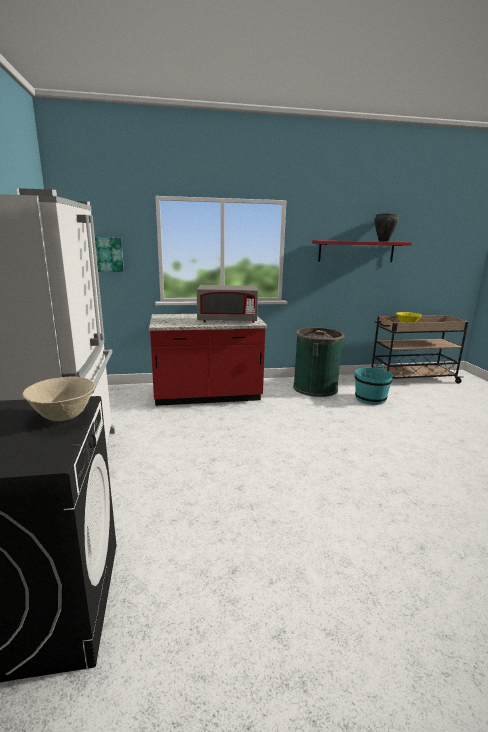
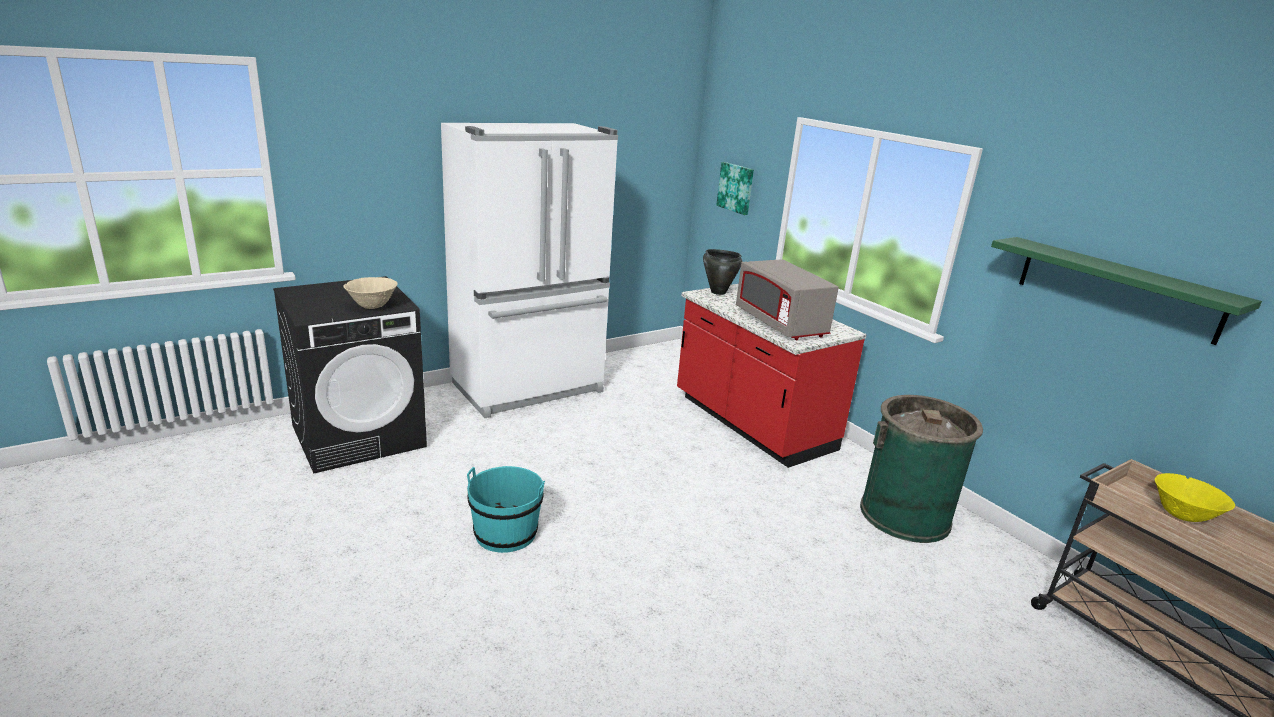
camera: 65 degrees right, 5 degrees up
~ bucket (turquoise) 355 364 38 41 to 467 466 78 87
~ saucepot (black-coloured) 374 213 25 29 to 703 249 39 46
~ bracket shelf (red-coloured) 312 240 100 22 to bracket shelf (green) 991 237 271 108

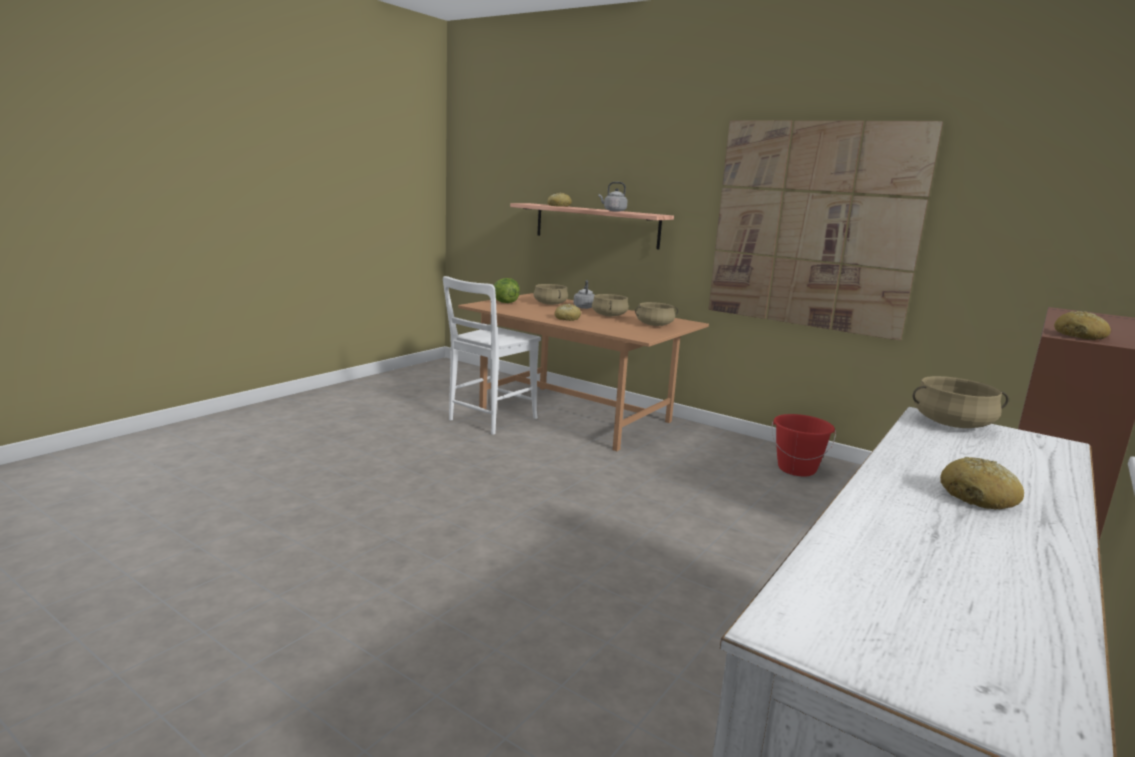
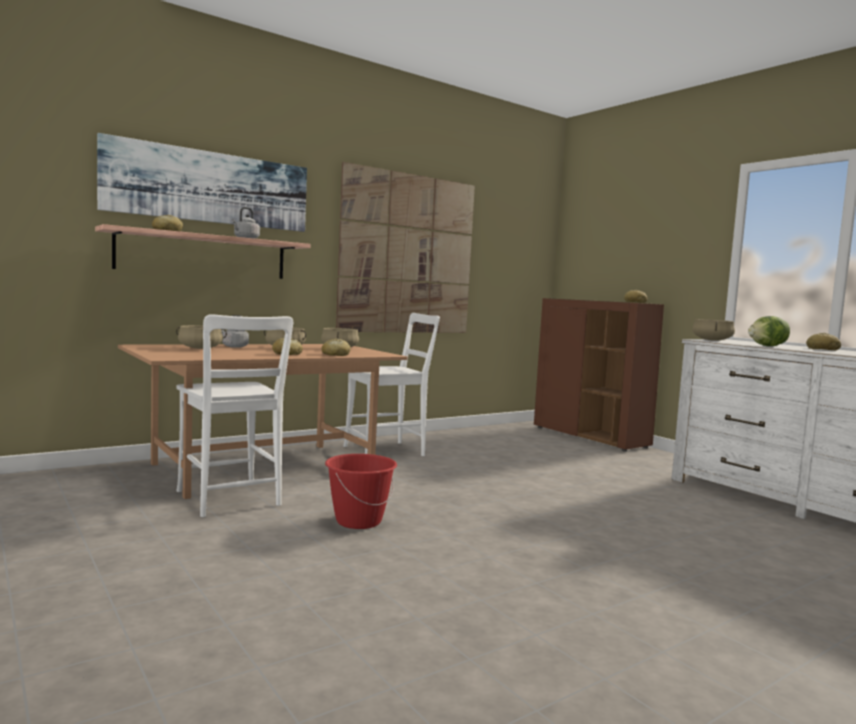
camera: 70 degrees left, 10 degrees down
+ wall art 97 133 210 99
+ baked bread 321 338 30 18
+ chair (white) 343 313 97 143
~ lettuce head 494 278 26 25 to 748 316 42 30
~ bucket (red-coloured) 772 414 64 62 to 325 454 72 75

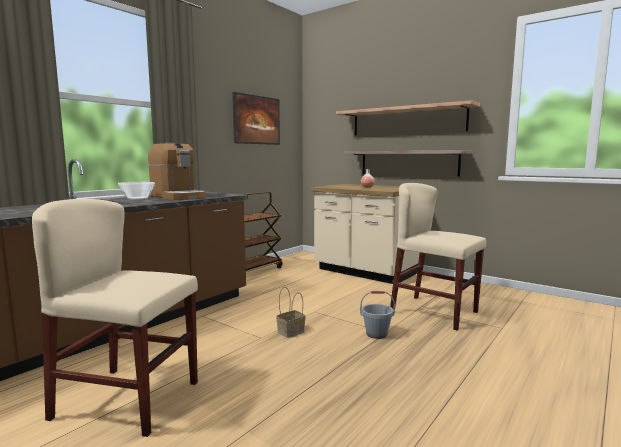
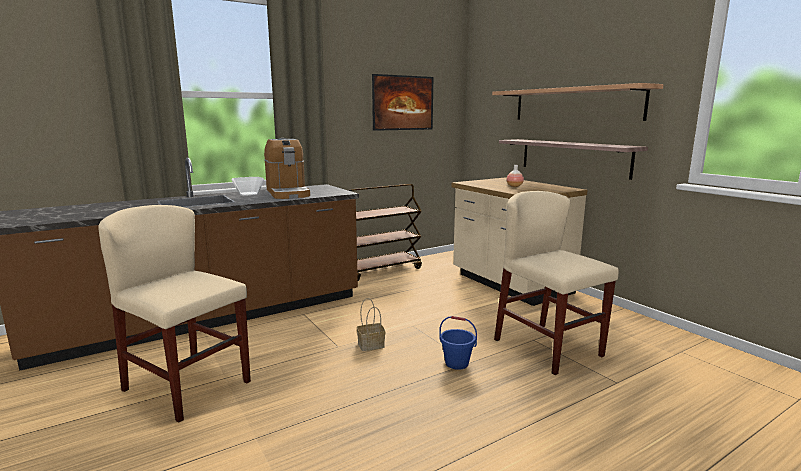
camera: 20 degrees right, 5 degrees up
~ bucket (gray) 360 291 35 48 to bucket (bluish) 439 316 38 54

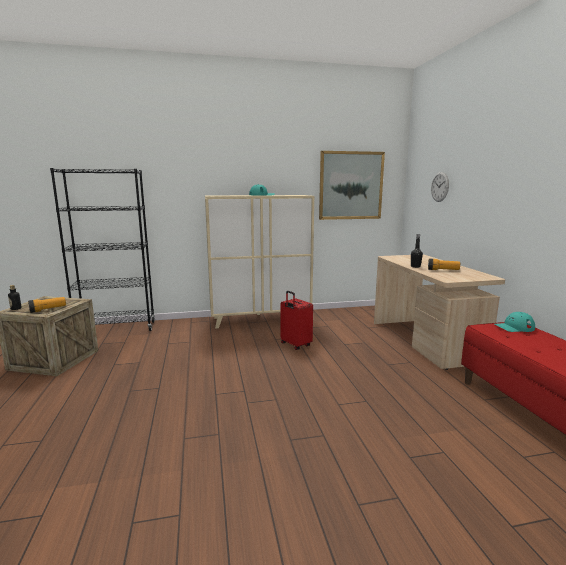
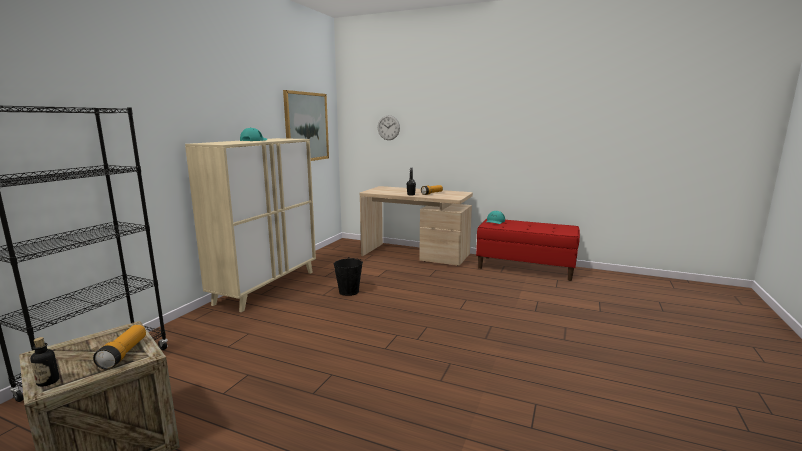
camera: 55 degrees left, 0 degrees up
~ travel case (red-coloured) 281 291 32 59 to bucket (black-coloured) 334 258 29 38

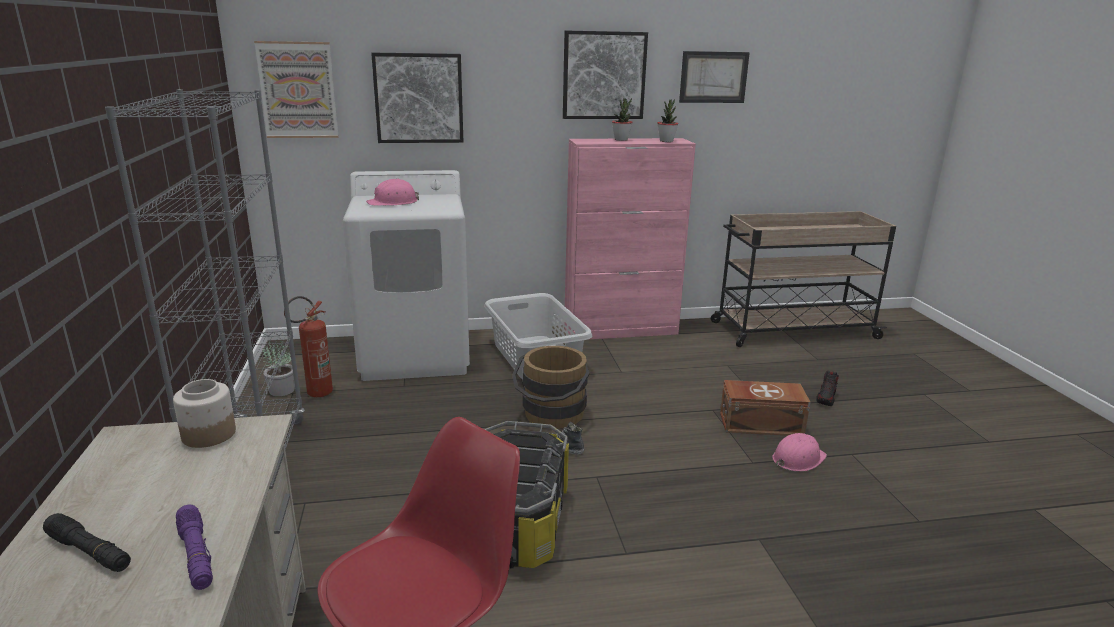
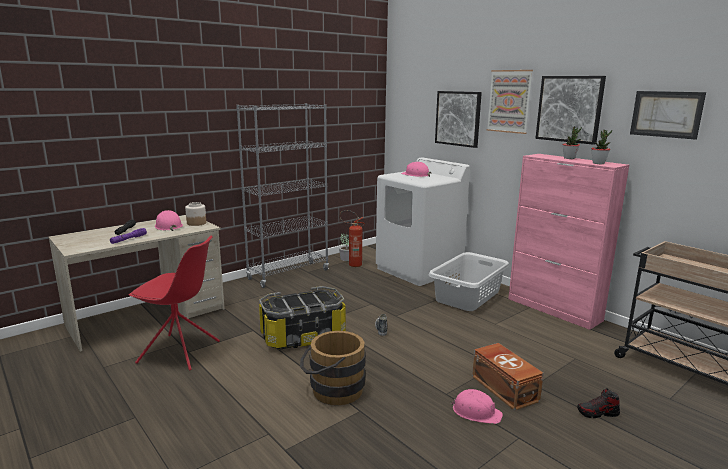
camera: 60 degrees right, 5 degrees down
+ work helmet (pinkish) 155 210 28 21
~ wall art 254 41 85 97 to 487 70 46 64
~ bucket (brown) 512 346 78 83 to 300 331 66 74

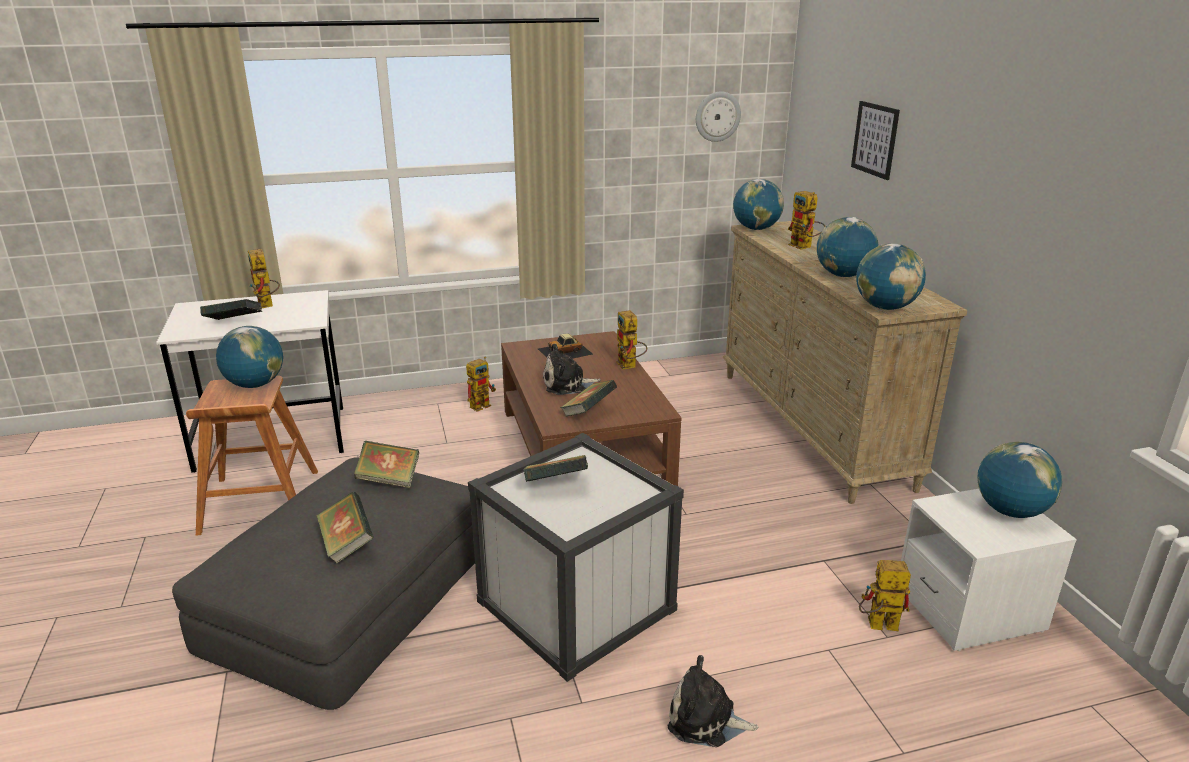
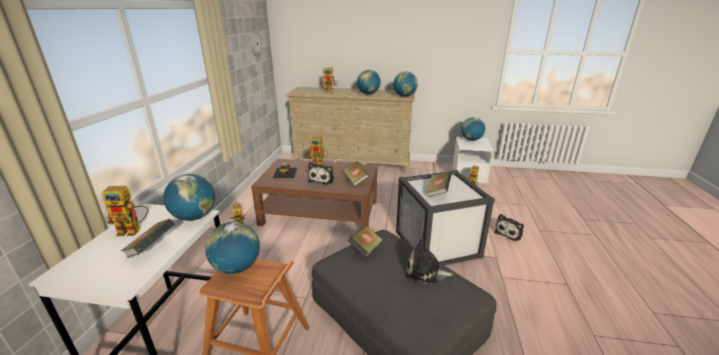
camera: 65 degrees left, 0 degrees up
- wall art 851 101 49 79
~ desk globe 733 179 51 51 to 163 174 52 47
~ volume 317 492 57 72 to cuddly toy 406 239 48 45

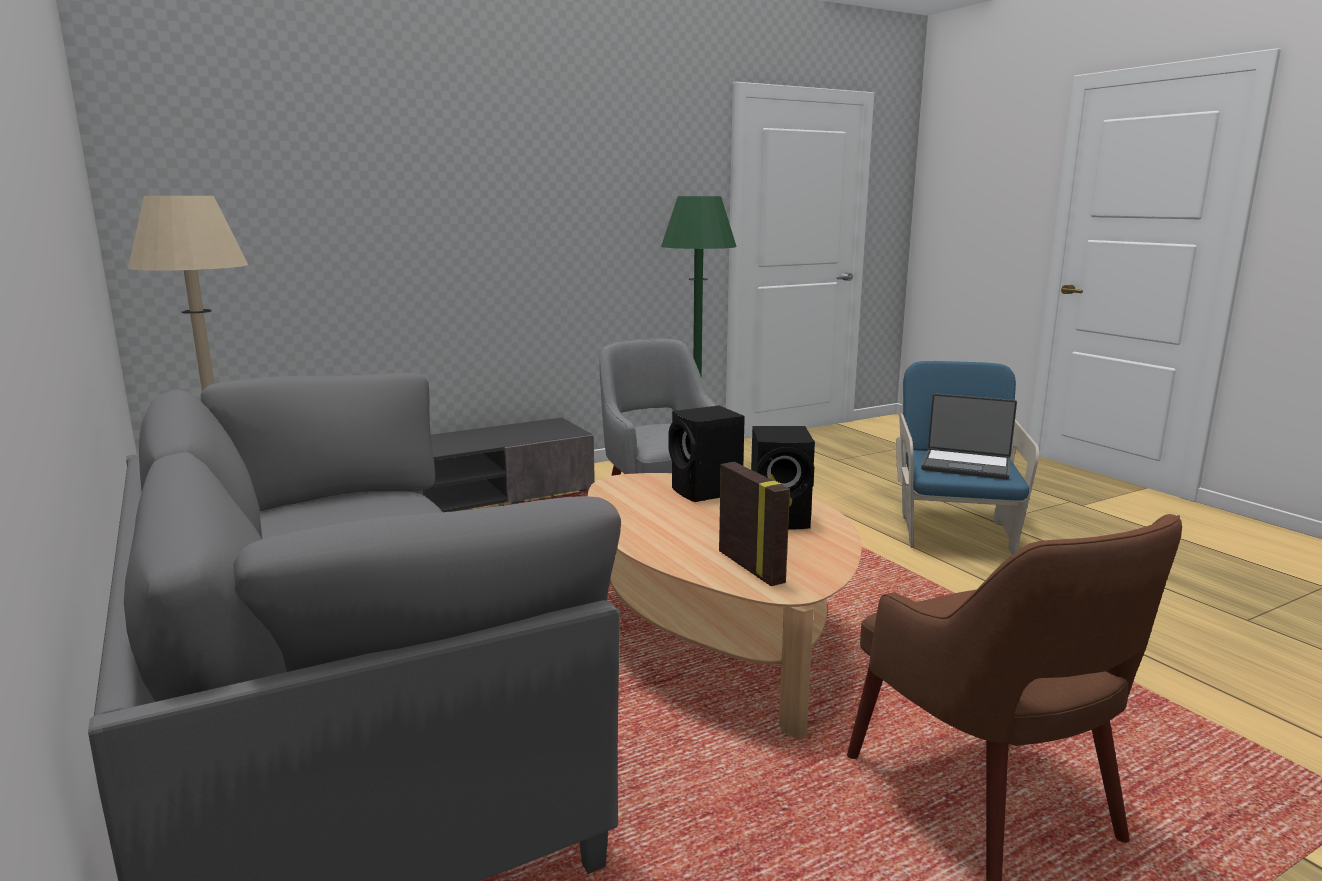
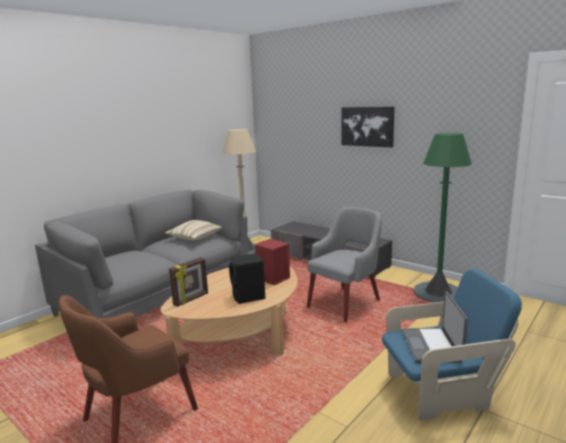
camera: 70 degrees right, 0 degrees up
+ pillow (beige-coloured) 165 220 57 20
+ wall art 341 107 54 41
~ audio speaker (black-coloured) 668 406 77 96 to audio speaker (red-coloured) 254 239 36 46

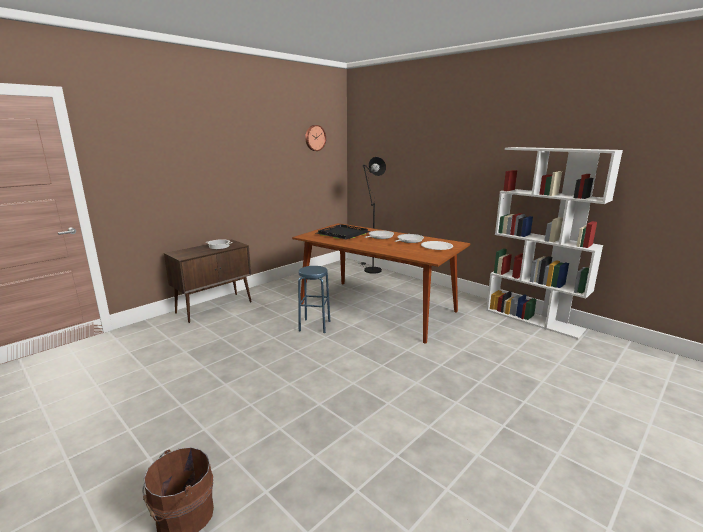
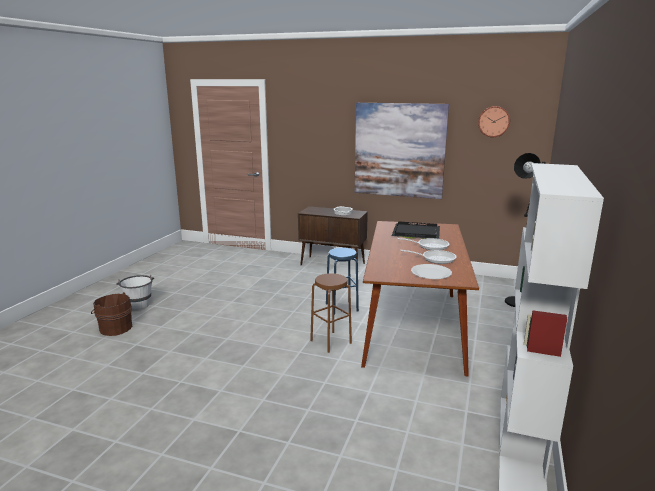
camera: 65 degrees right, 0 degrees up
+ bucket (white) 116 275 38 35
+ stool seat (brown) 310 273 42 80
+ wall art 355 103 94 96

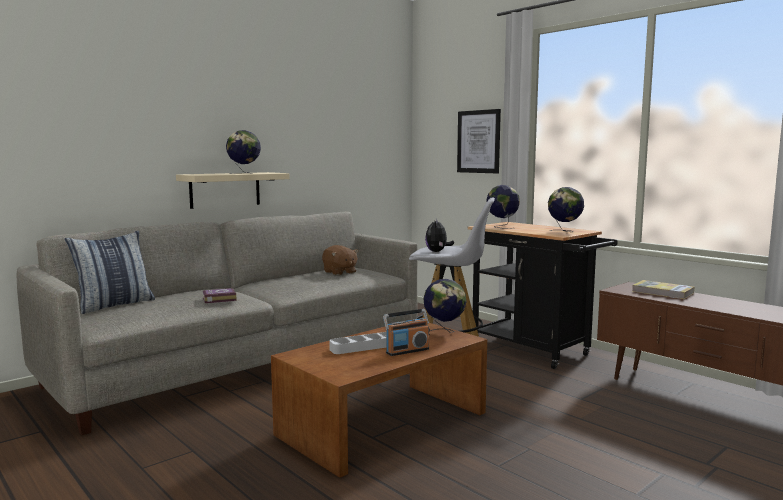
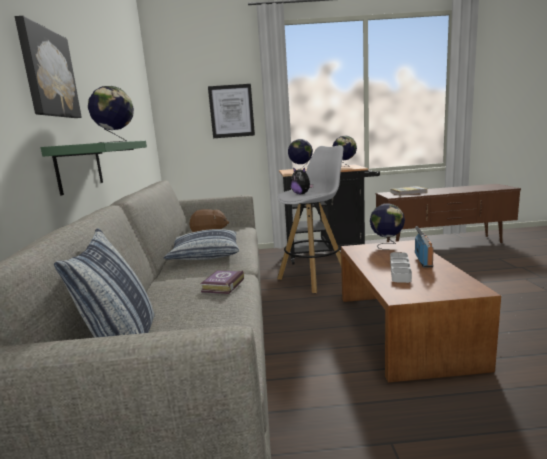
camera: 50 degrees left, 5 degrees up
+ wall art 15 16 67 102
+ pillow 164 229 75 31
~ bracket shelf (beige-coloured) 176 172 114 37 to bracket shelf (green) 41 141 106 55

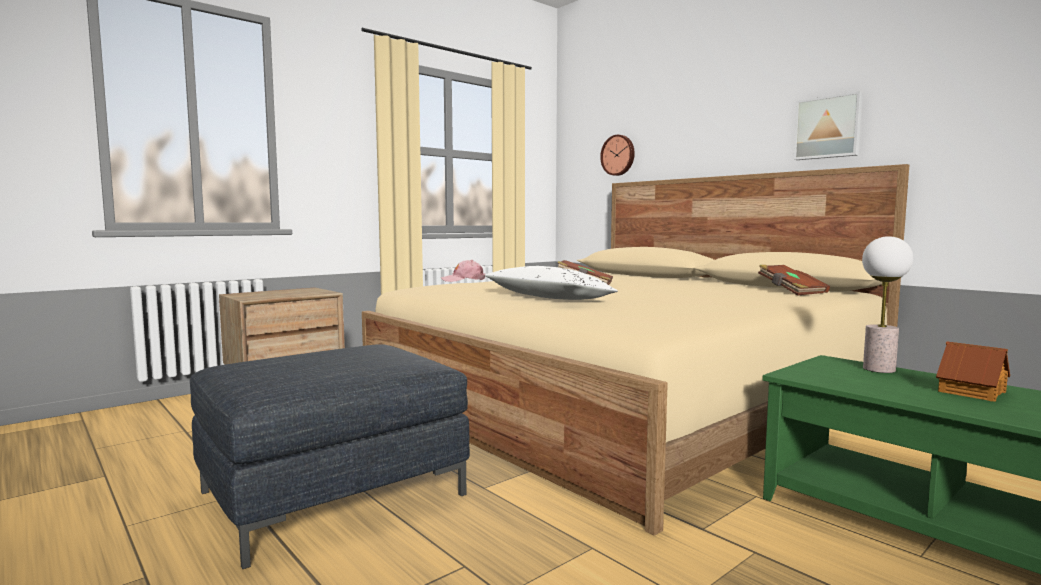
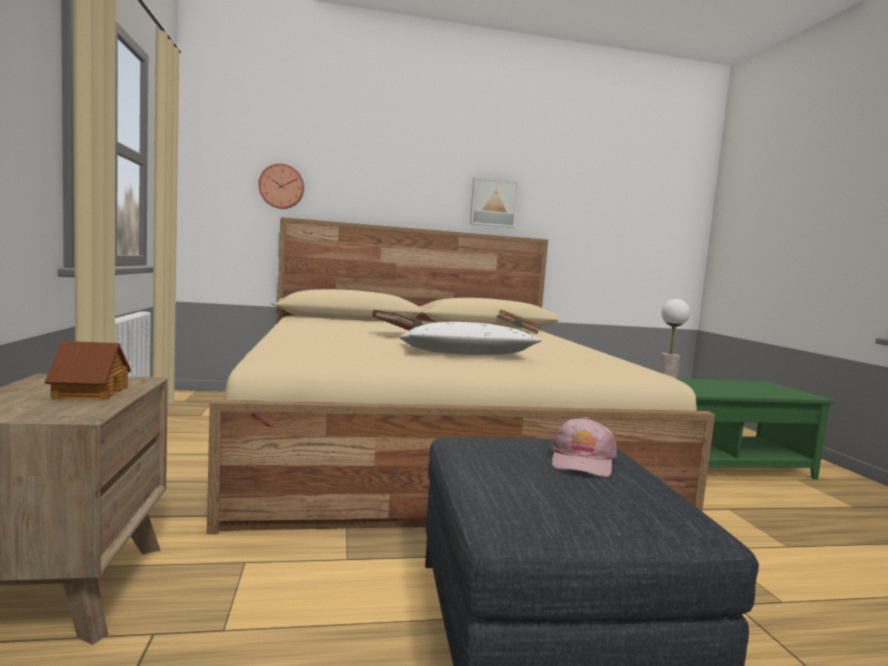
camera: 60 degrees left, 0 degrees up
~ peaked cap (pinkish) 441 260 44 22 to 550 417 67 60
~ model house 936 341 74 61 to 45 341 86 59

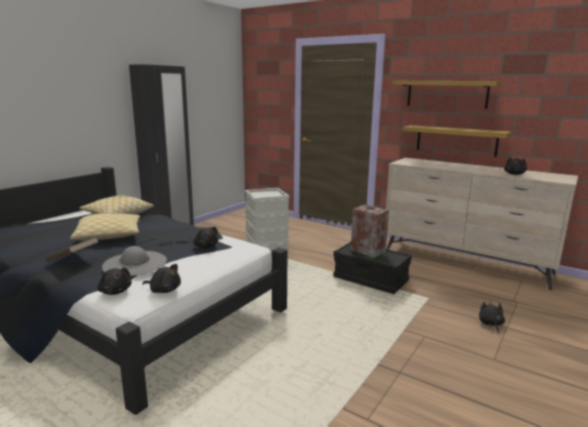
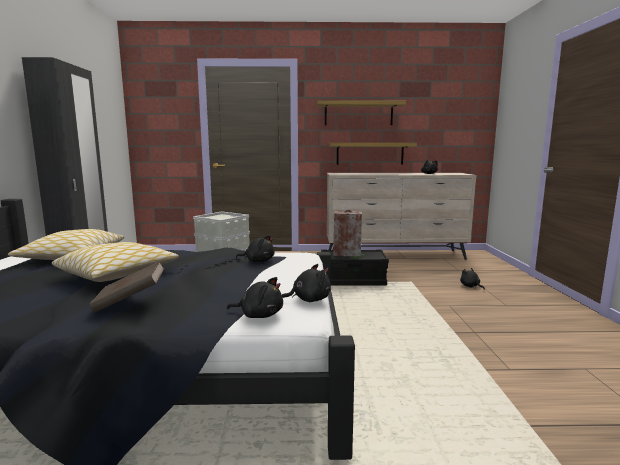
camera: 35 degrees left, 5 degrees down
- wearable hat (gray) 102 246 65 30

